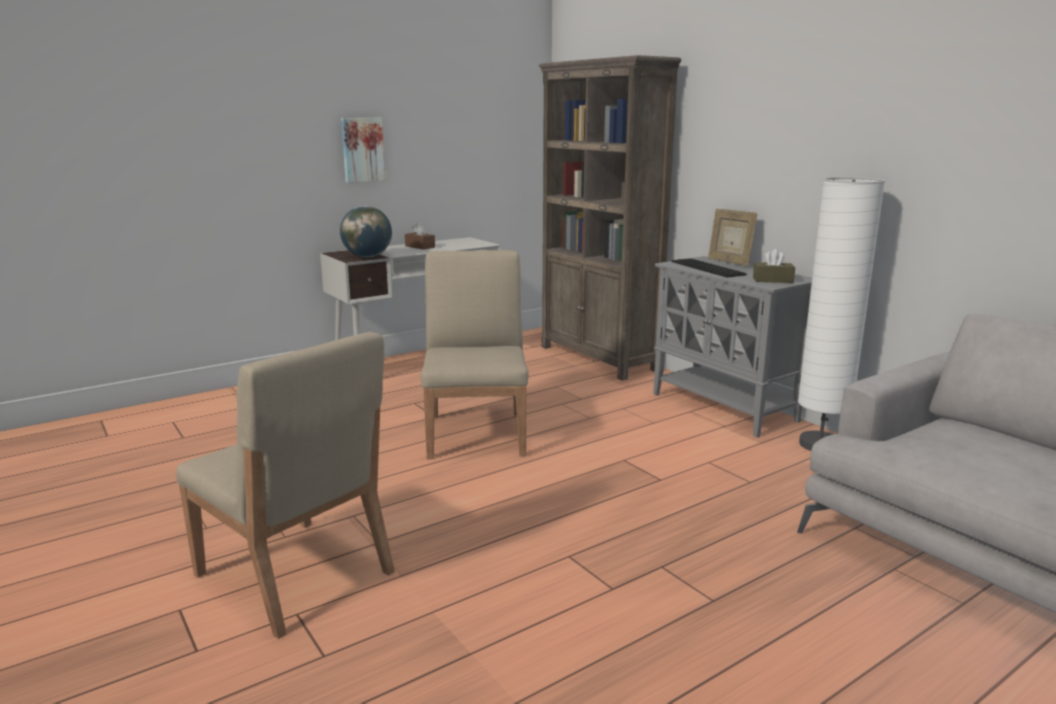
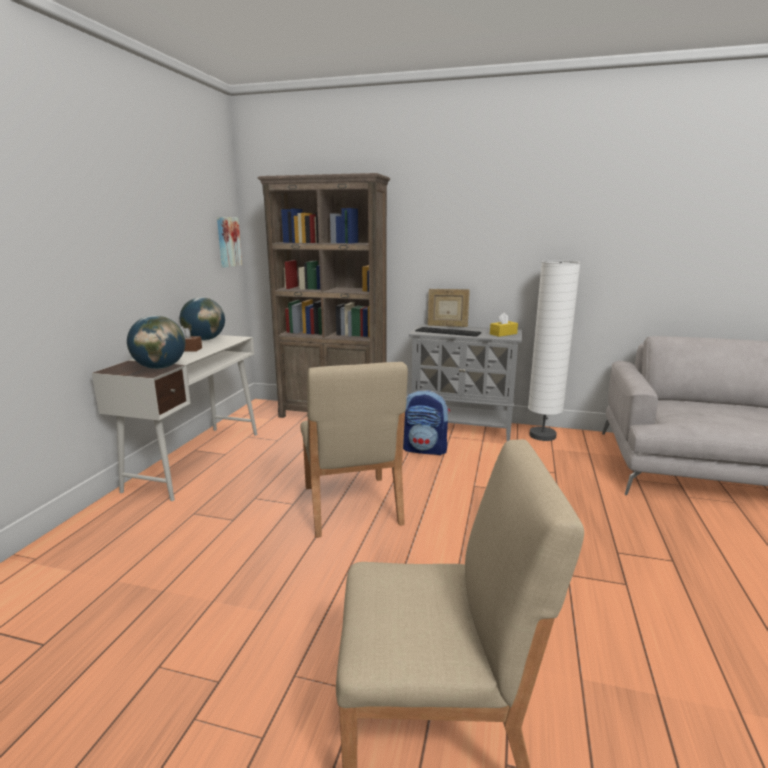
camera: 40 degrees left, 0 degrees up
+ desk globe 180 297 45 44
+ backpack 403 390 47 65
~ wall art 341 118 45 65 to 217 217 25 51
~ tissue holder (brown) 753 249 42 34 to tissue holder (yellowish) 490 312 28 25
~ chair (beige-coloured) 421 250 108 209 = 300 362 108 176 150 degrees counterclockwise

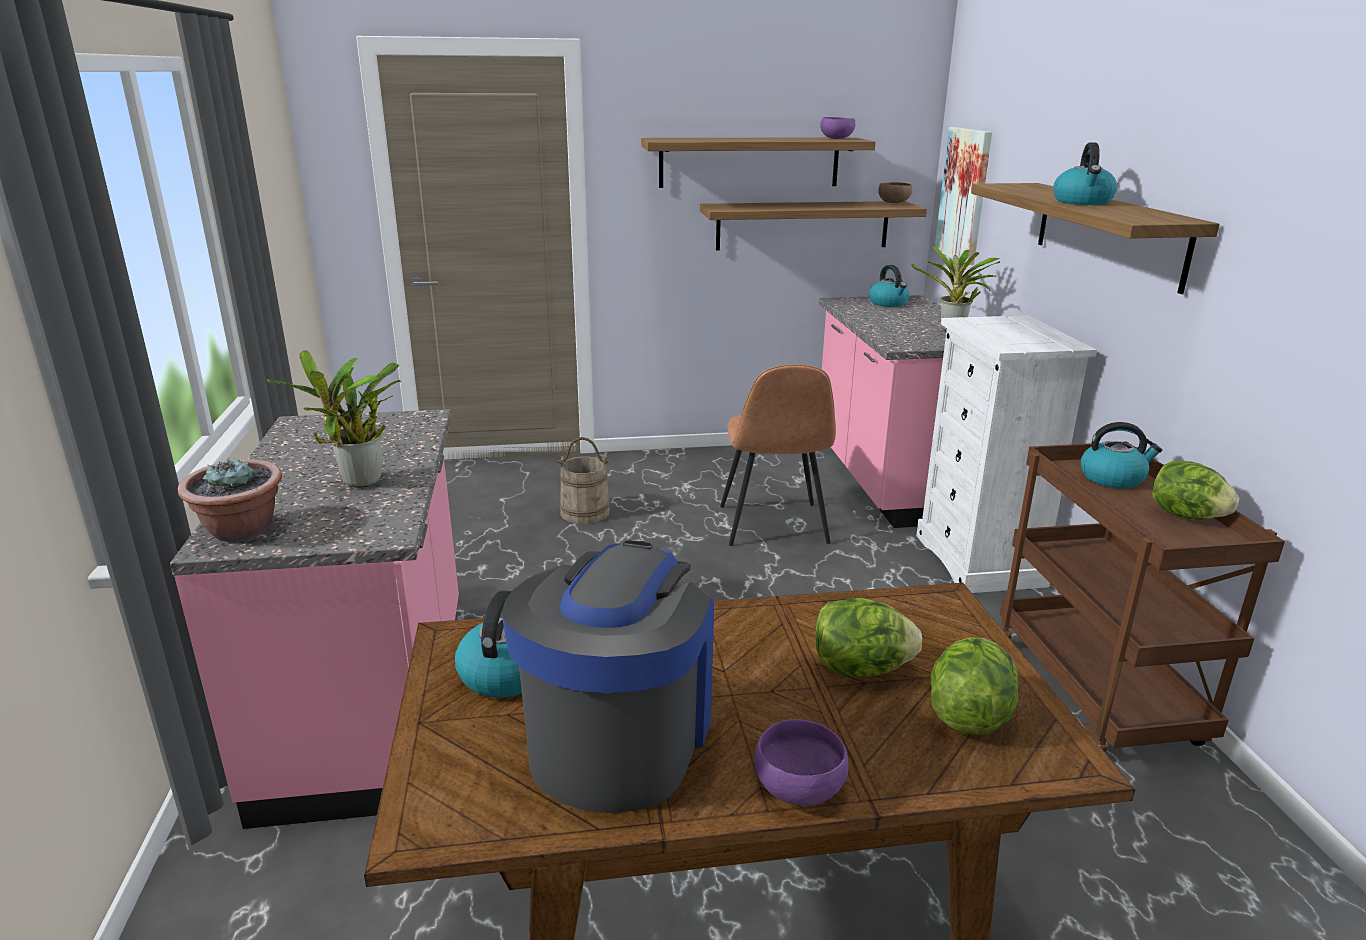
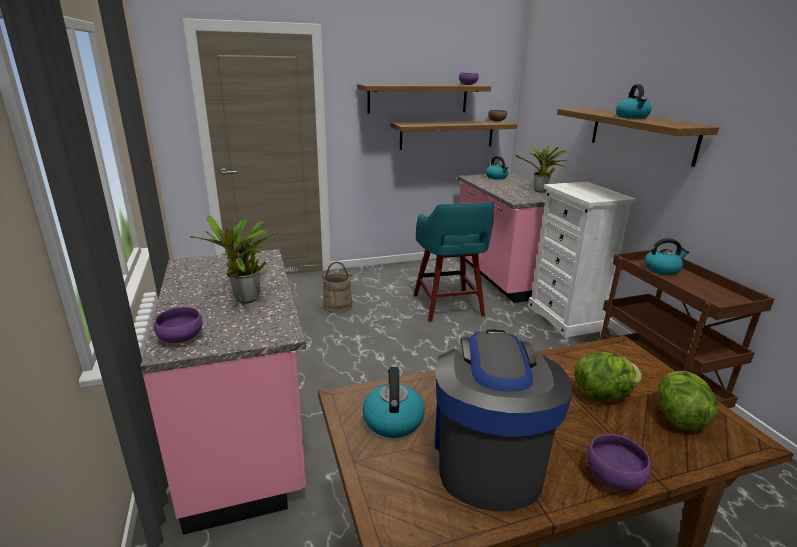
camera: 10 degrees left, 0 degrees up
- wall art 935 127 57 138
- lettuce head 1152 460 87 60
~ potted plant 178 459 104 83 to serving bowl (purple-coloured) 154 307 49 36
~ chair (brown) 720 364 116 182 to stool seat (turquoise) 414 202 80 120

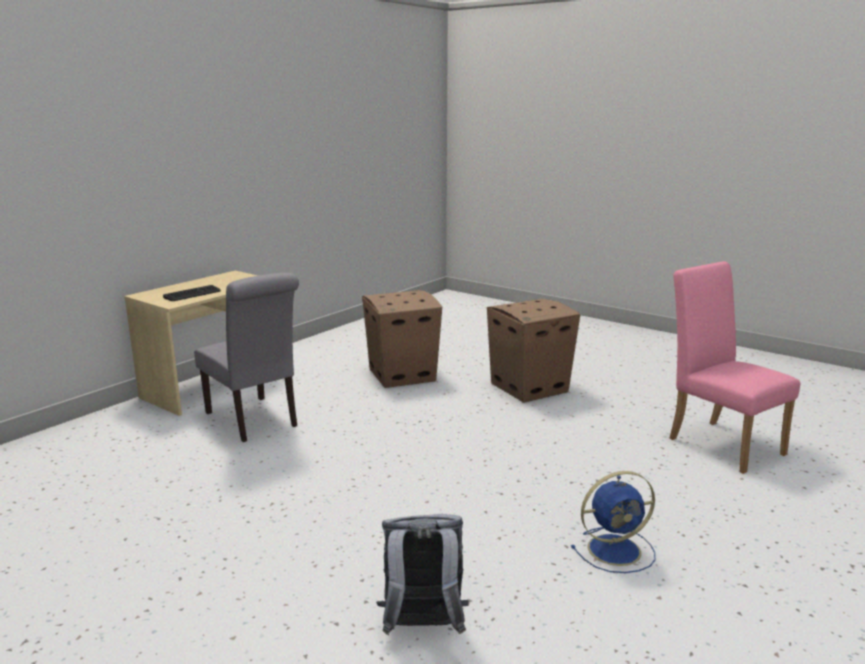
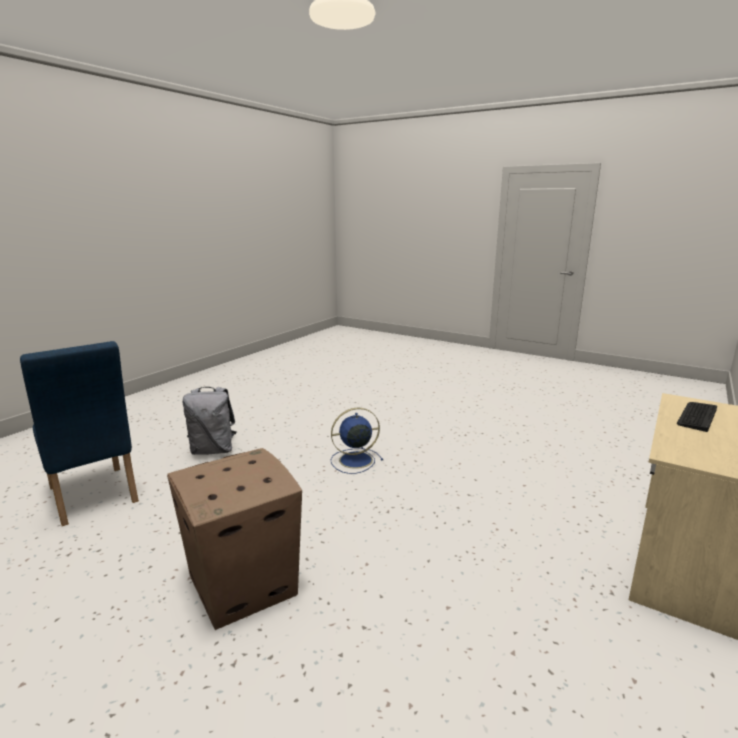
camera: 175 degrees right, 0 degrees up
- chair (gray) 194 273 105 169
- packing box 362 290 80 98
~ backpack (gray) 376 514 92 121 to 183 387 53 68
~ fan (bluish) 571 471 84 102 to 331 408 52 66
~ chair (pinkish) 669 261 131 213 to chair (bluish) 20 341 119 185

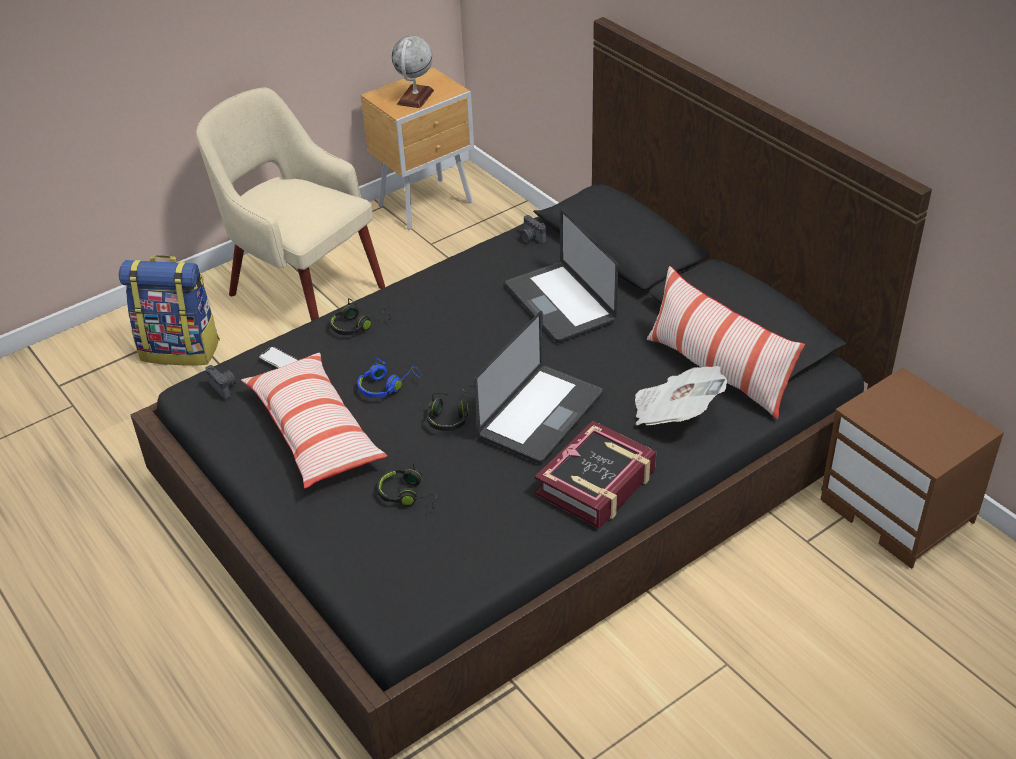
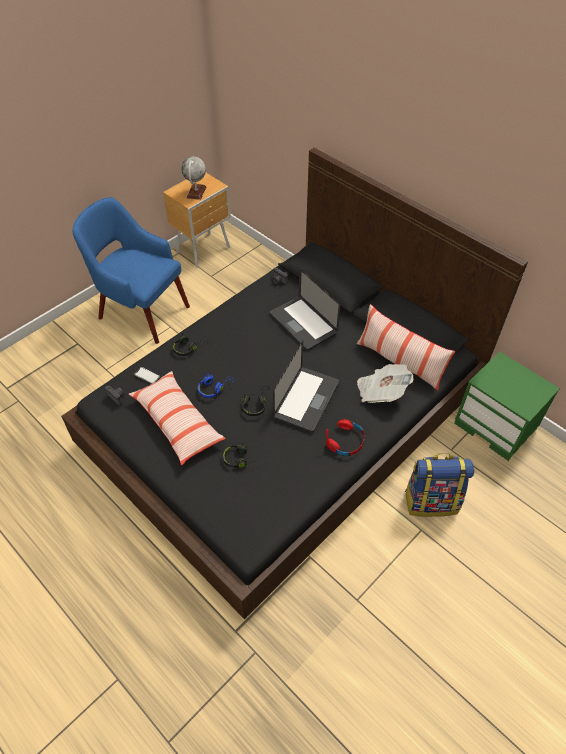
camera: 10 degrees left, 10 degrees up
~ backpack 119 255 101 111 to 405 453 69 64
~ volume 535 421 121 108 to headset (red-coloured) 326 419 39 37
~ armchair (beige-coloured) 196 87 189 234 to armchair (bluish) 73 197 117 147
~ night table (brown) 820 368 184 201 to night table (green) 454 351 106 110

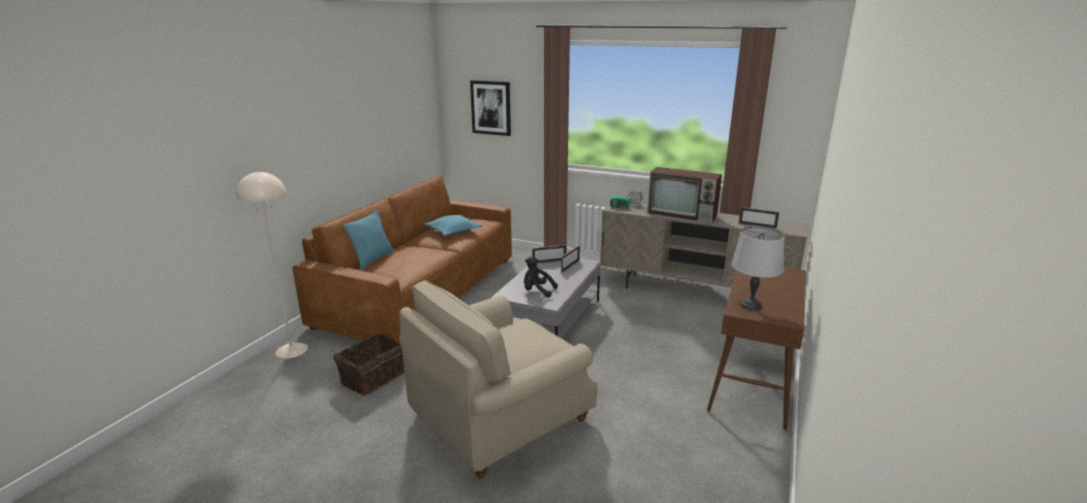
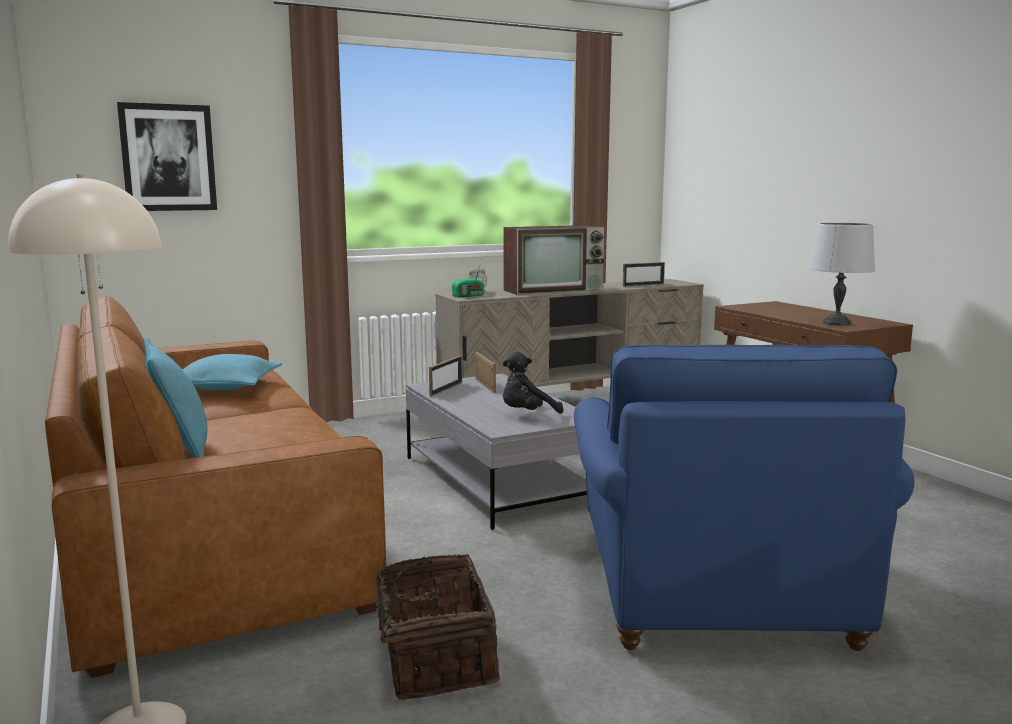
camera: 50 degrees left, 10 degrees down
~ armchair (beige-coloured) 399 280 198 199 to armchair (bluish) 574 345 341 306

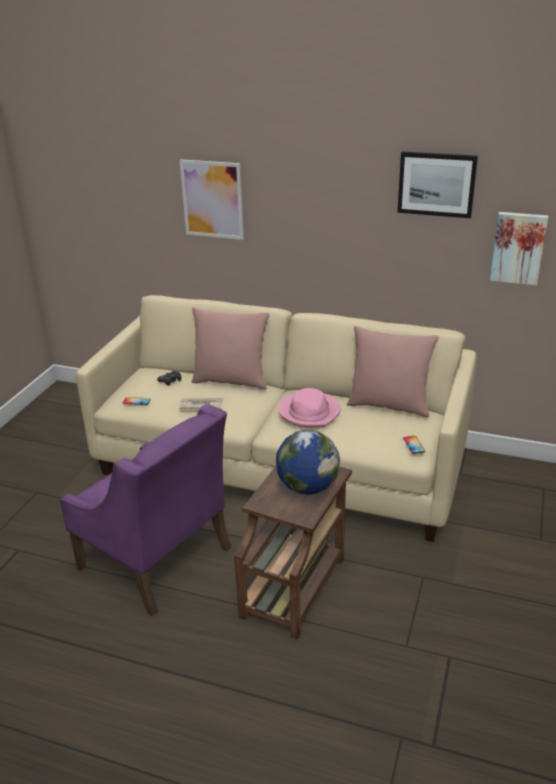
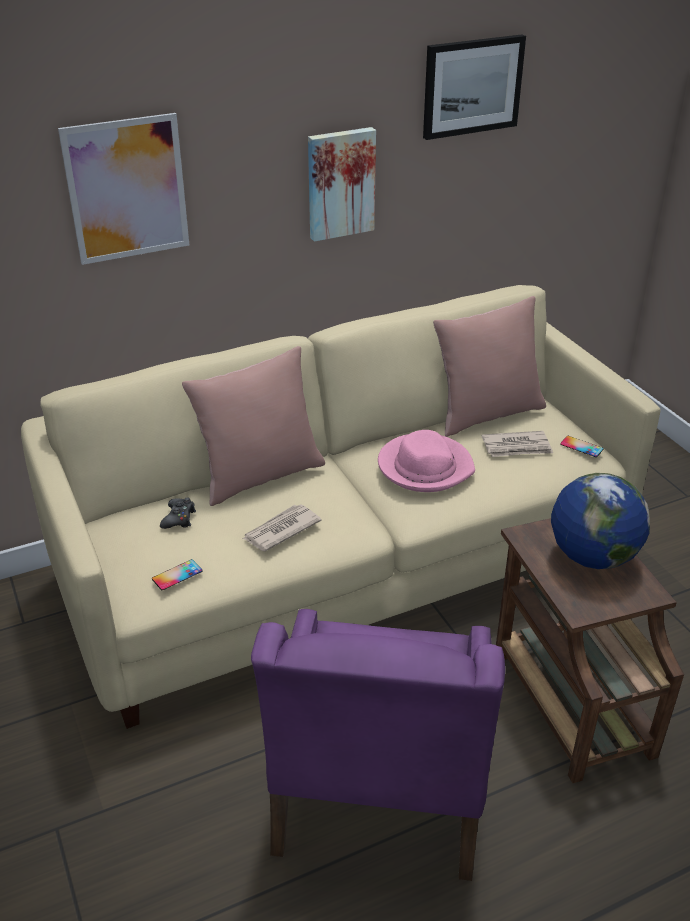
camera: 45 degrees left, 5 degrees up
+ newspaper 482 431 71 26
~ wall art 490 212 58 73 to 308 127 68 115
~ armchair (purple-coloured) 60 404 171 213 = 251 609 254 272 105 degrees clockwise

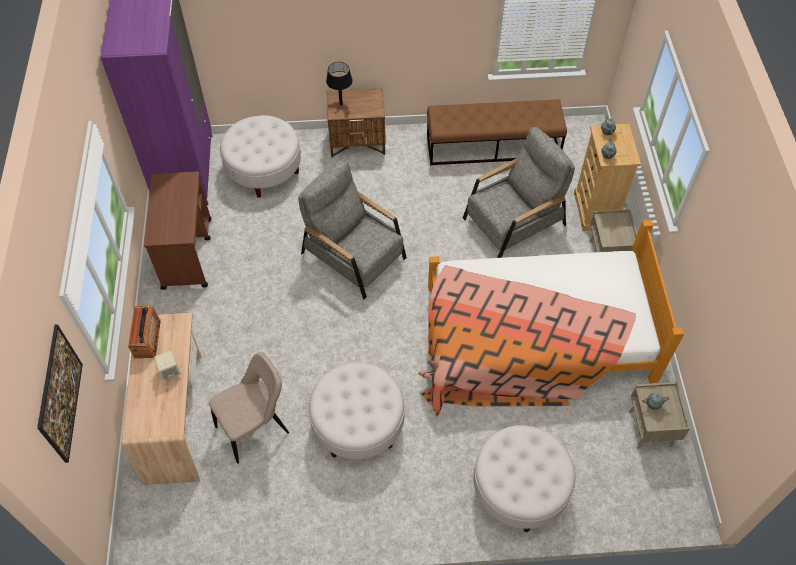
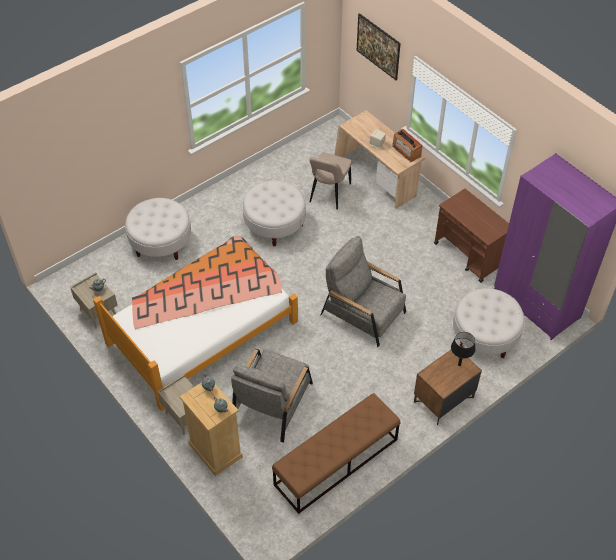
camera: 145 degrees right, 5 degrees down
~ armchair (gray) 298 159 109 140 = 321 236 85 111 150 degrees counterclockwise

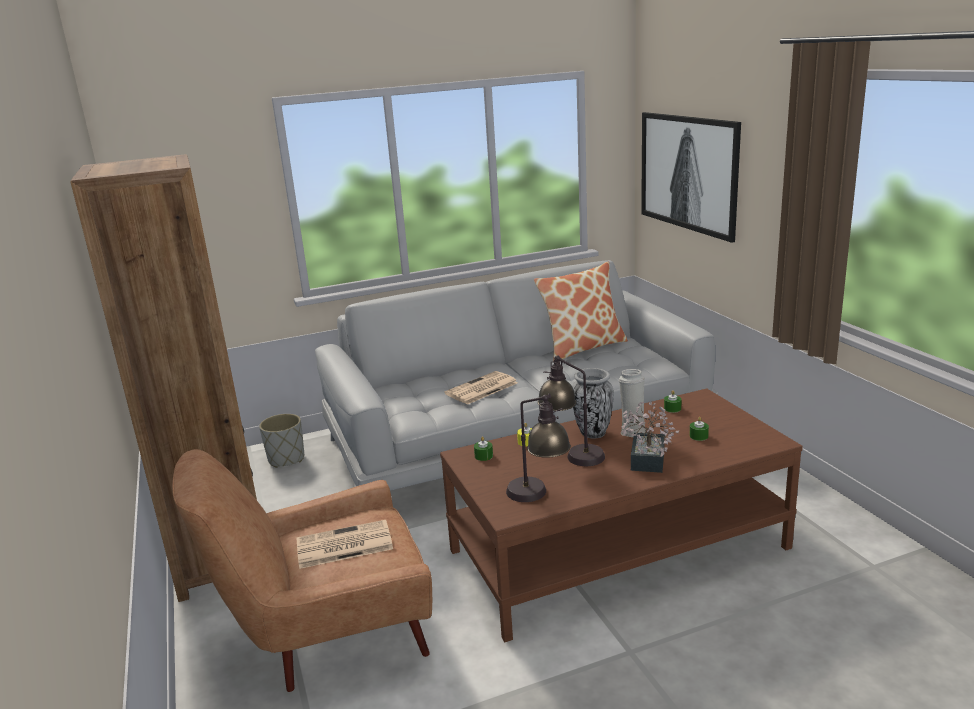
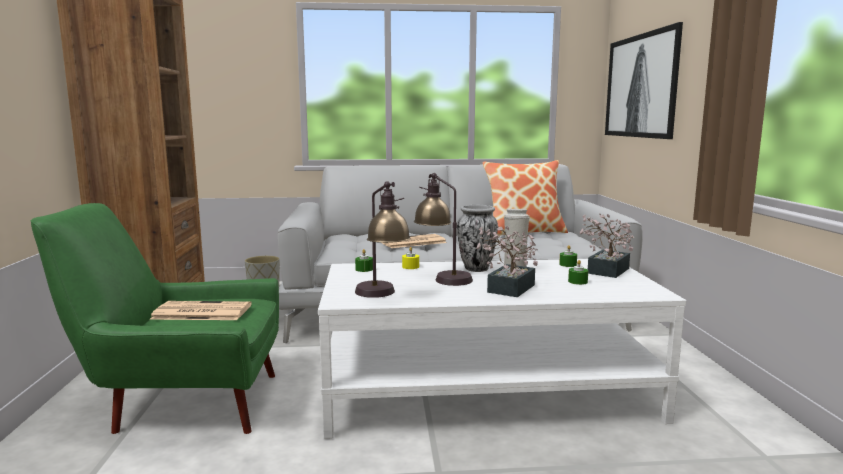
camera: 15 degrees right, 10 degrees down
+ potted plant 579 213 55 65
~ armchair (brown) 172 449 260 243 to armchair (green) 31 203 248 231
~ coffee table (brown) 440 388 363 254 to coffee table (white) 318 259 368 180

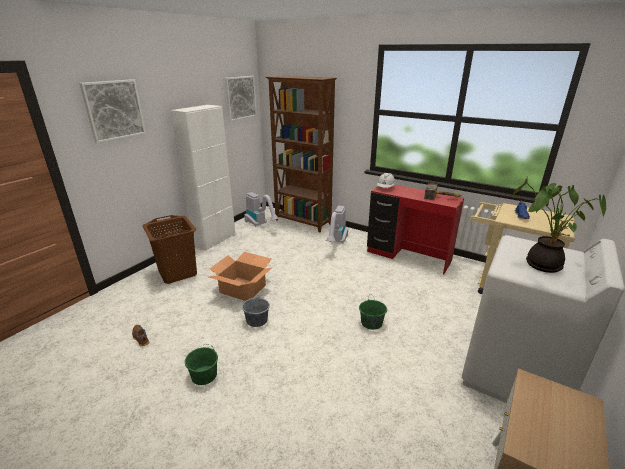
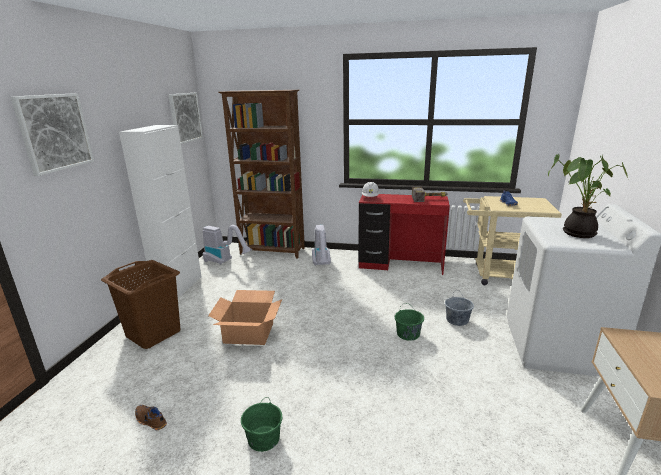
camera: 20 degrees left, 5 degrees down
~ bucket (gray) 242 292 28 35 to 445 290 29 36

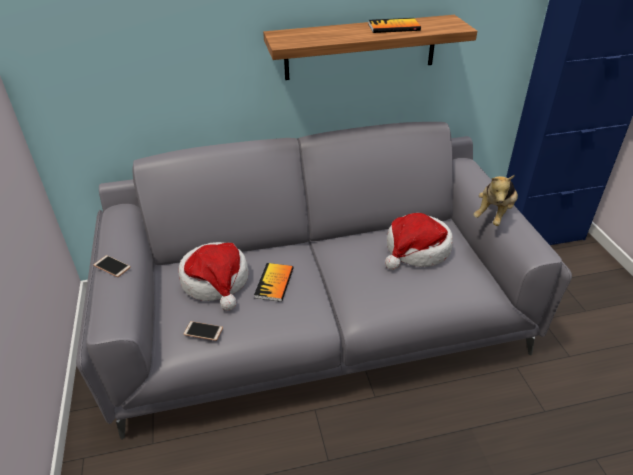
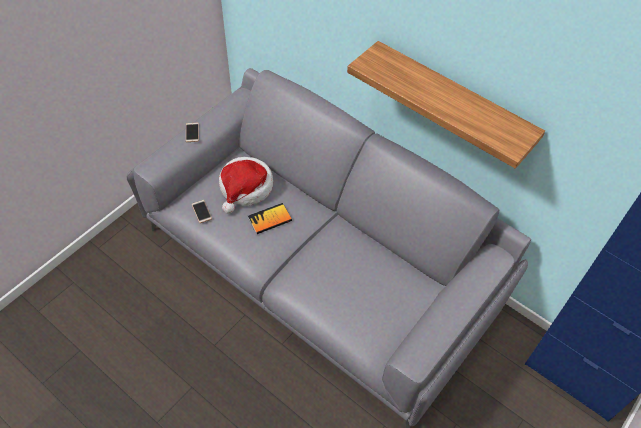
camera: 50 degrees right, 15 degrees up
- volume 368 18 53 15
- wearable hat 385 213 68 57
- cuddly toy 473 175 45 51

